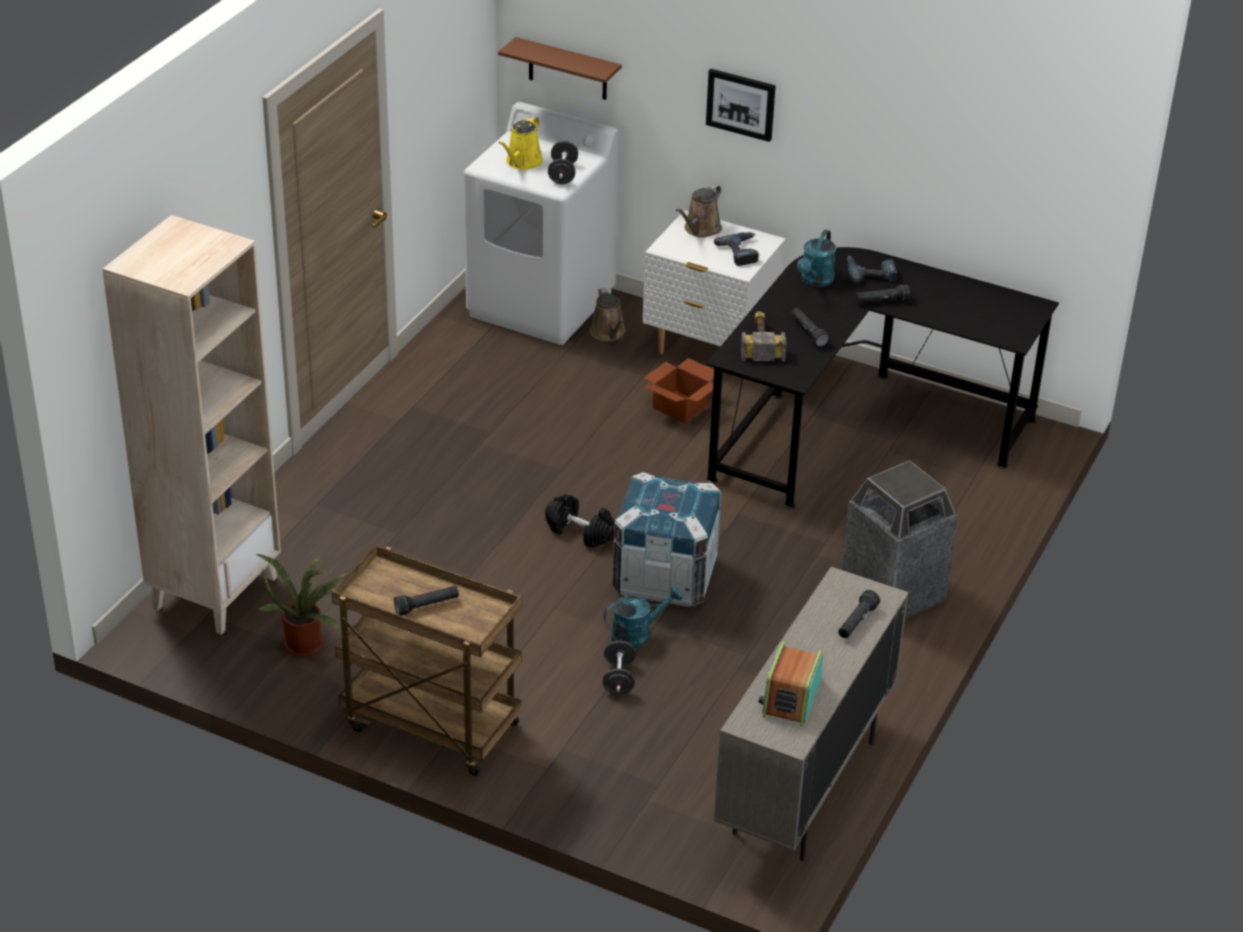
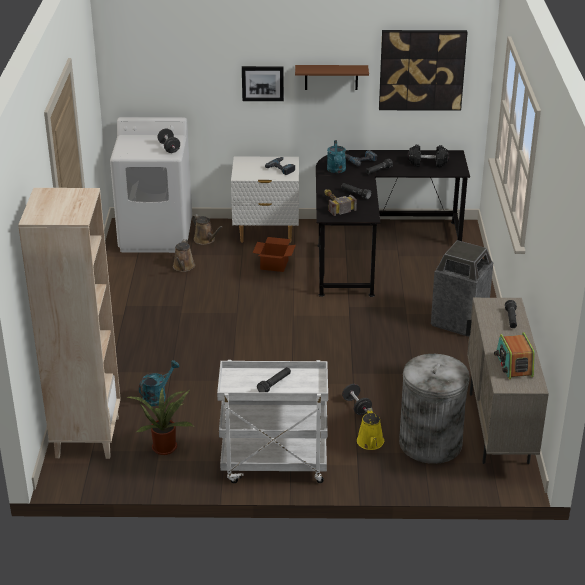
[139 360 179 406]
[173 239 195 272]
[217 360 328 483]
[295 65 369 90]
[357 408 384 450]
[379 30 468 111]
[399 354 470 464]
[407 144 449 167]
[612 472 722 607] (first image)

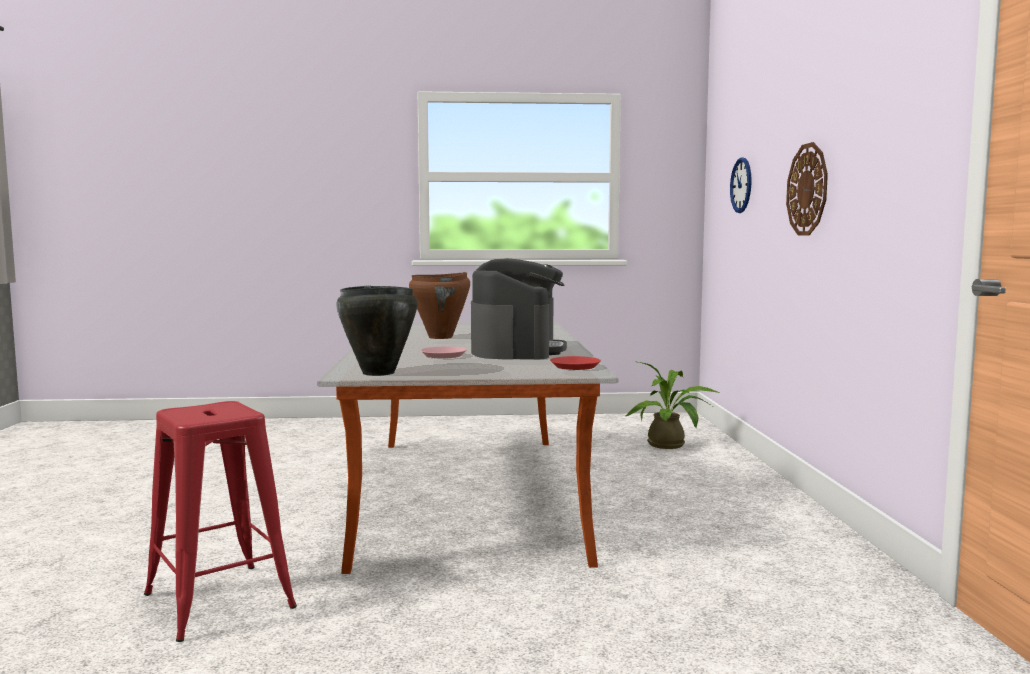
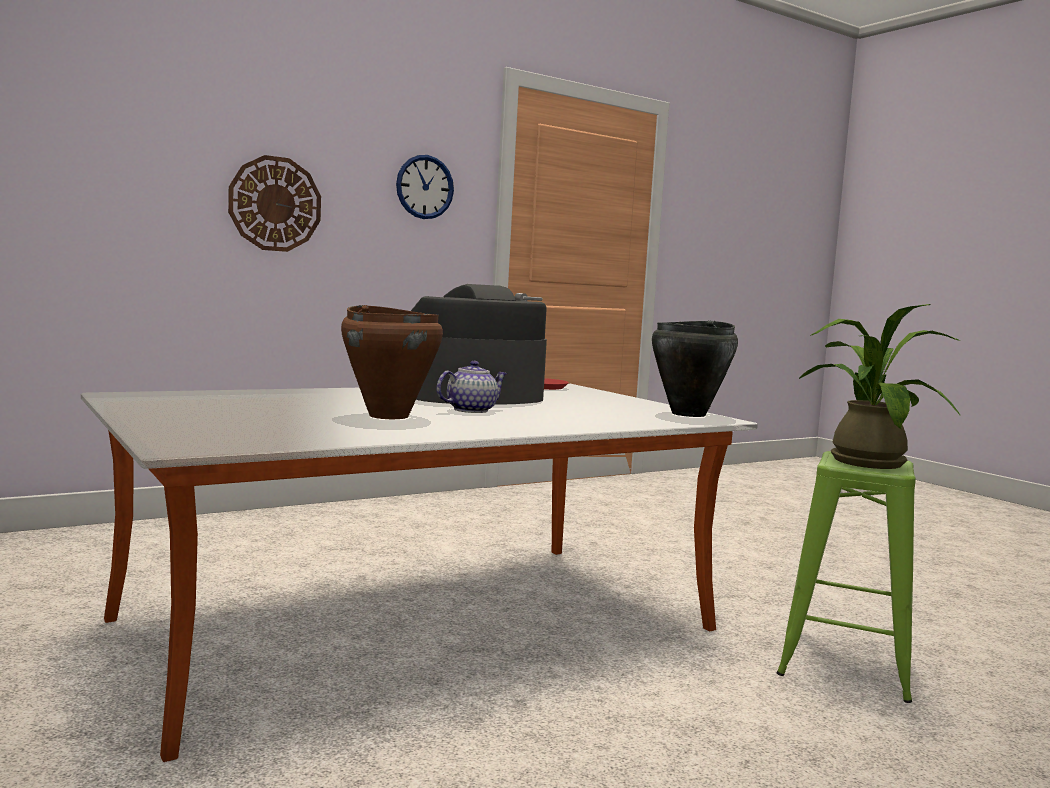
[396 155 454 219]
[436 361 507 413]
[777 451 916 703]
[799 304 961 469]
[420 346 467 358] (first image)

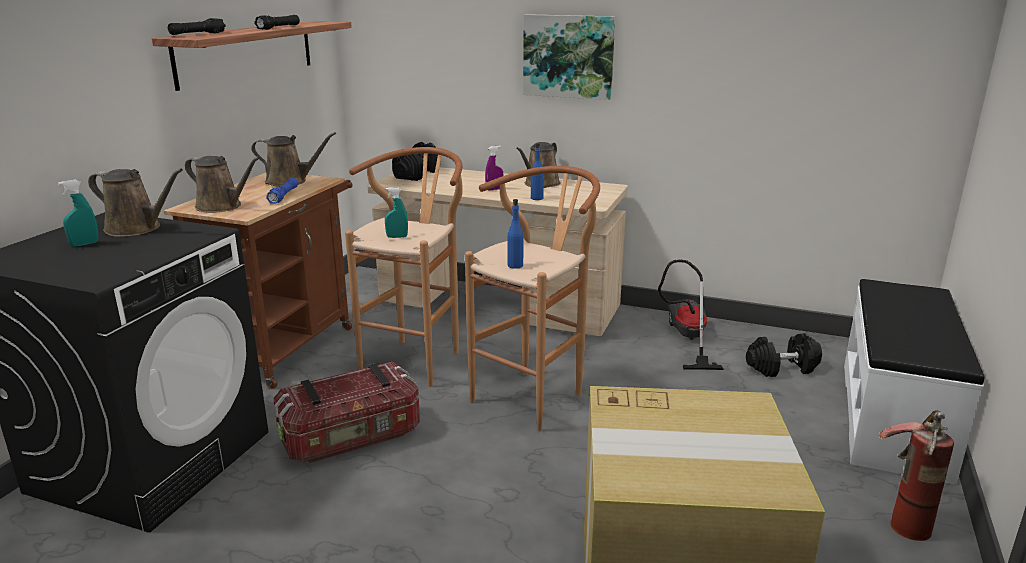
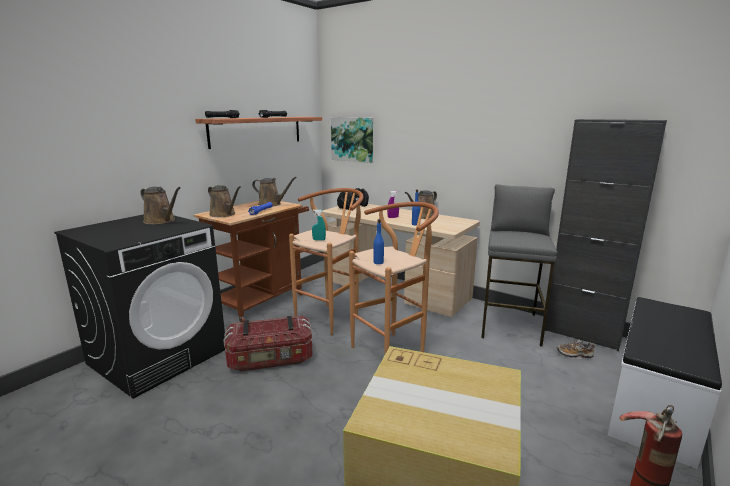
[331 117 373 163]
[481 184 557 347]
[545 119 667 351]
[557 339 595 359]
[58 180 99 247] (first image)

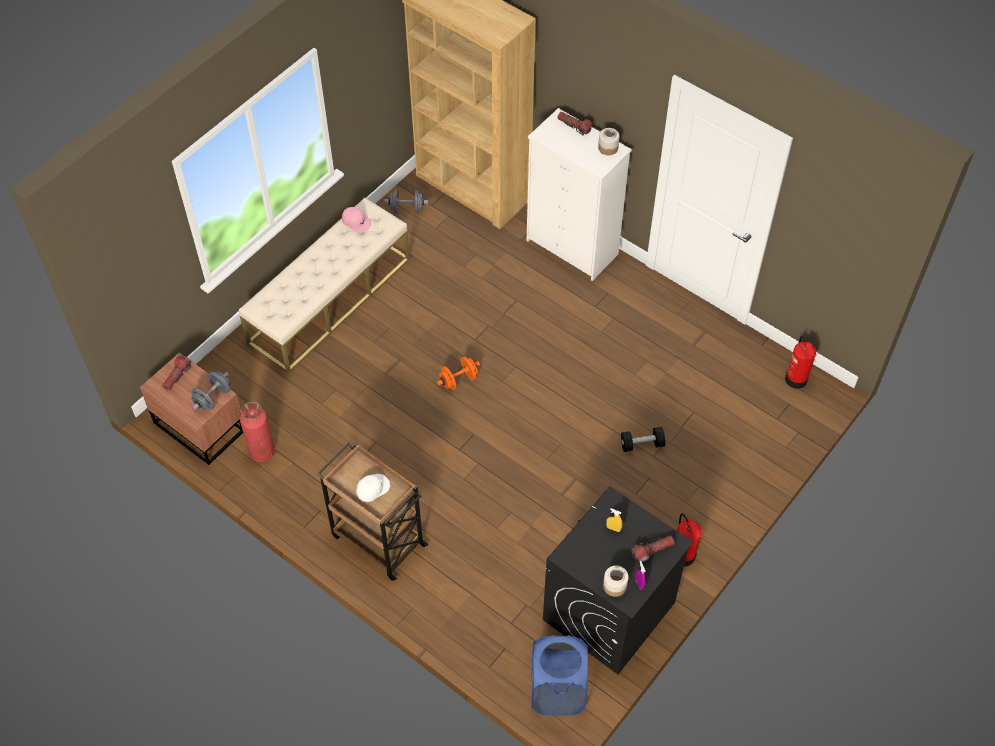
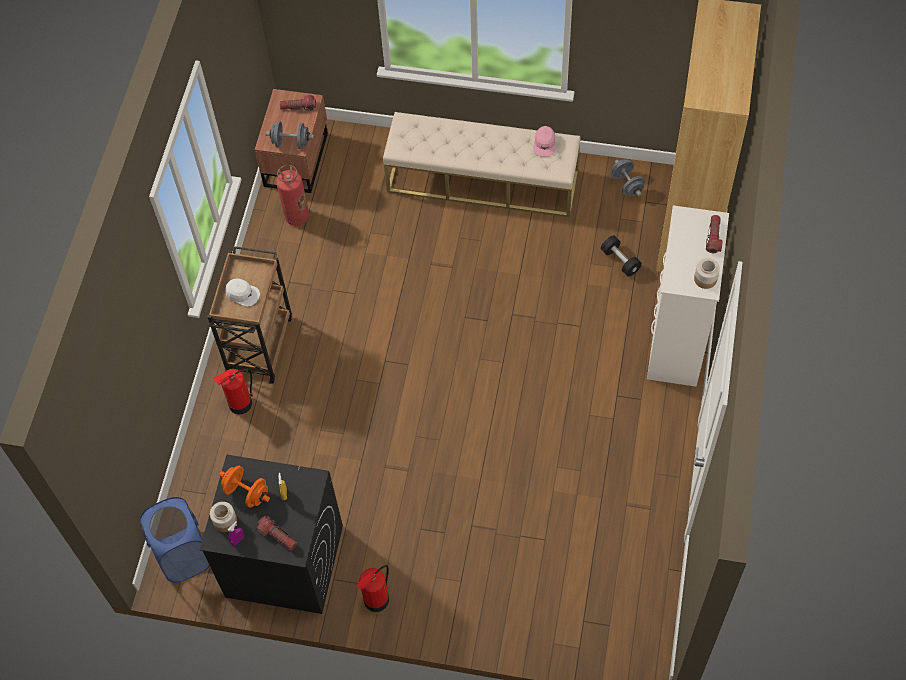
[213 369 253 414]
[219 466 270 507]
[601 235 642 277]

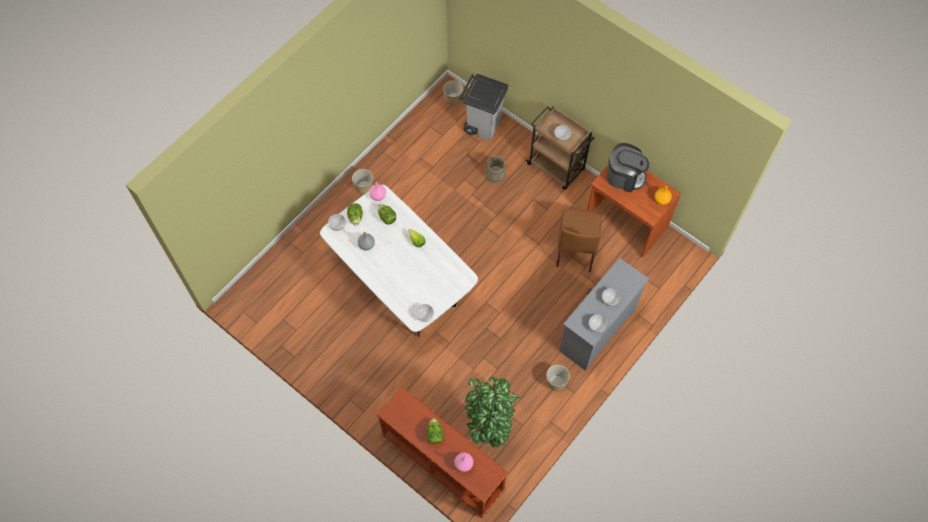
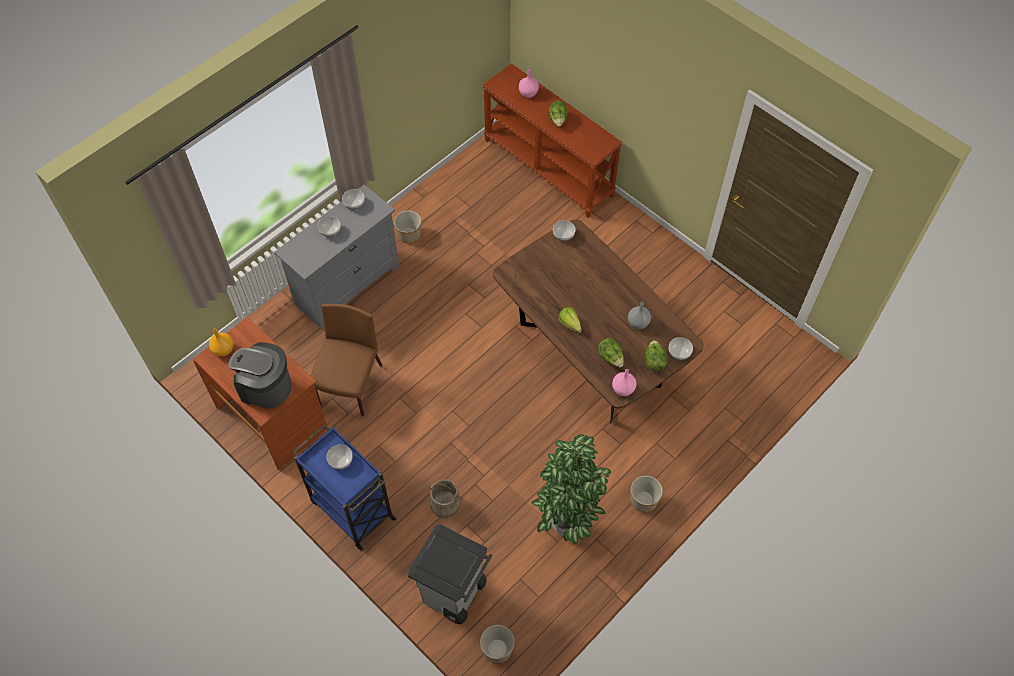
[293 425 396 551]
[493 220 703 423]
[531 434 611 545]

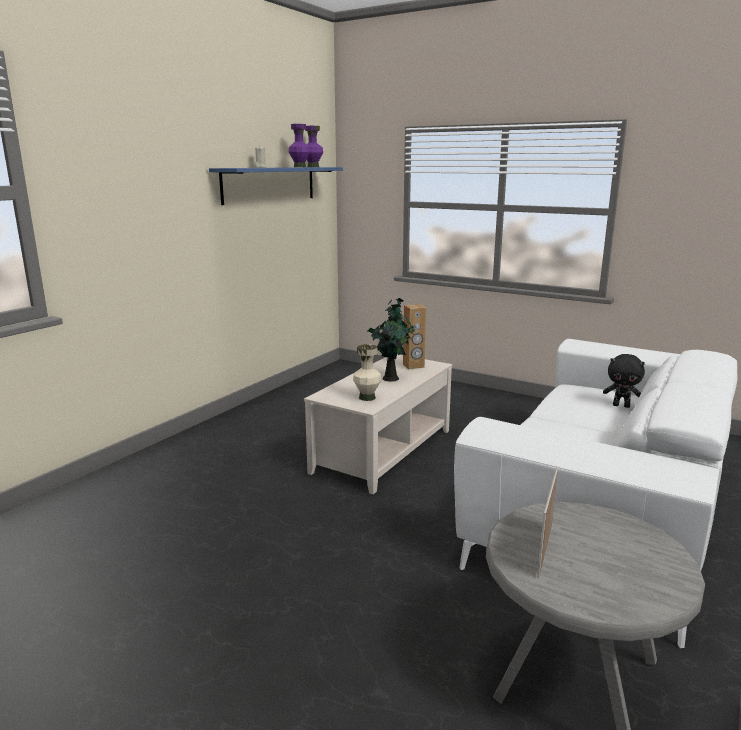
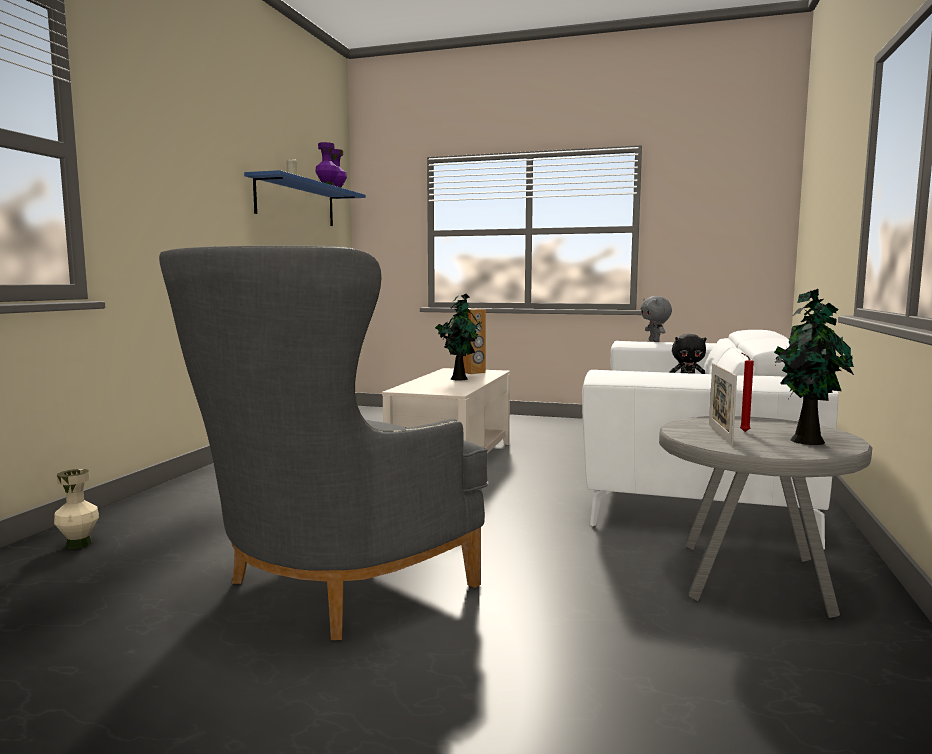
[54 469 99 549]
[159 245 488 640]
[641 296 672 342]
[740 353 754 432]
[774 289 854 445]

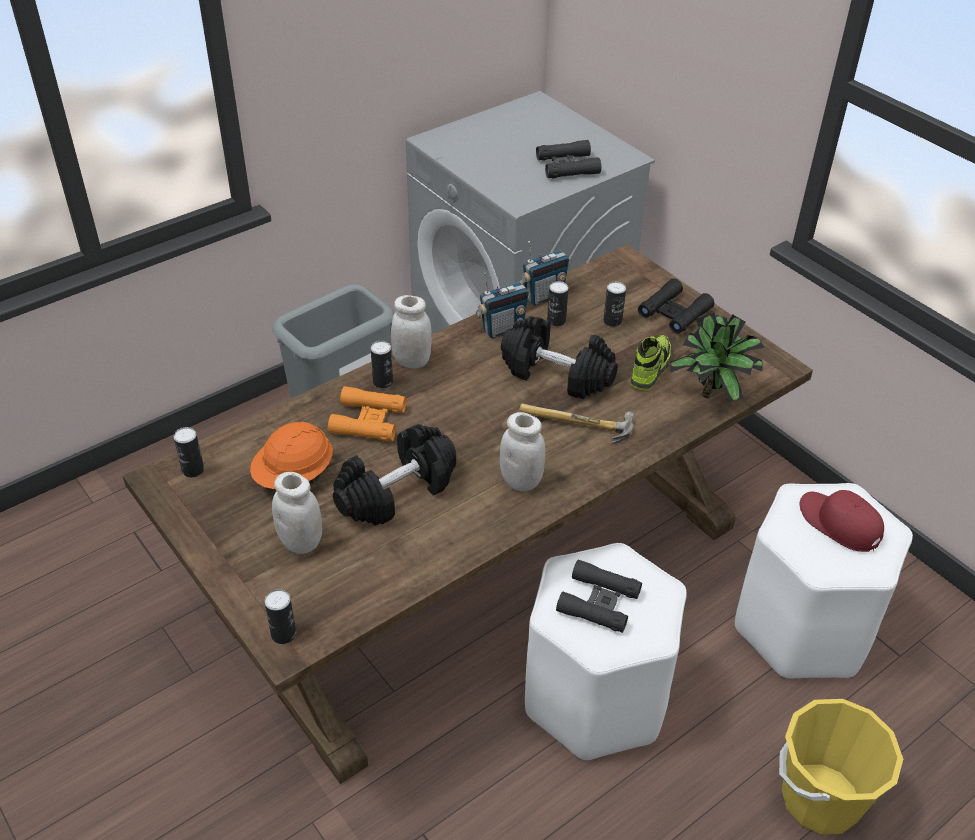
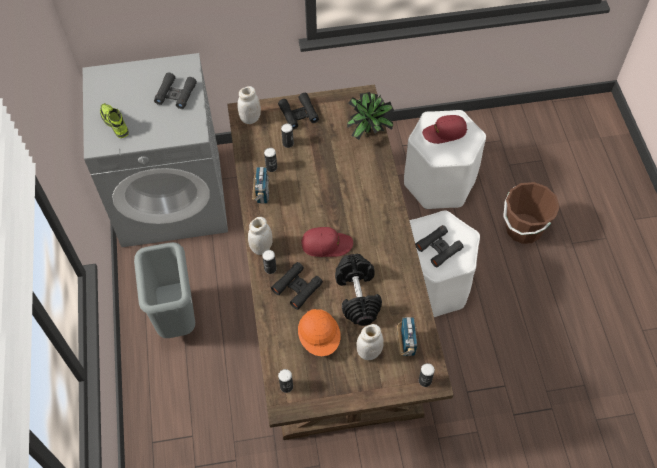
[100 103 129 138]
[237 86 261 124]
[271 262 323 310]
[301 227 353 257]
[397 317 417 356]
[503 182 560 244]
[501 316 618 399] (first image)
[519 403 634 446] (first image)

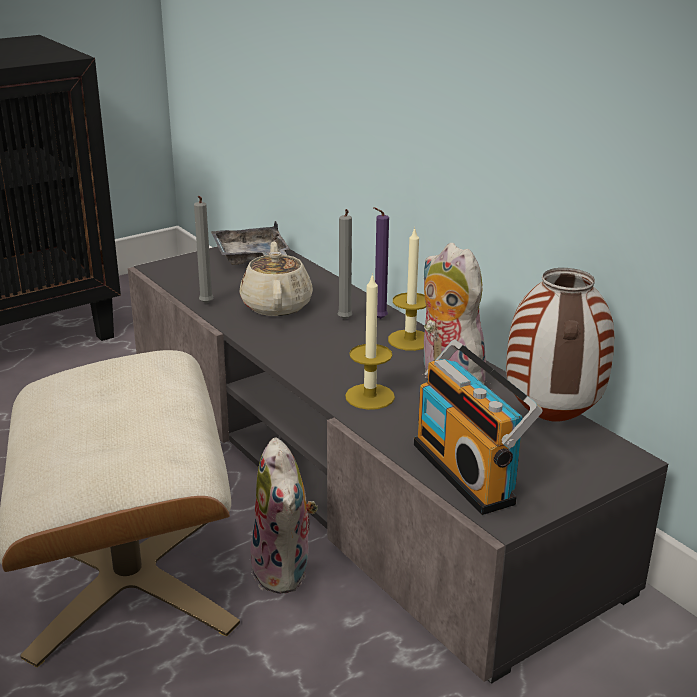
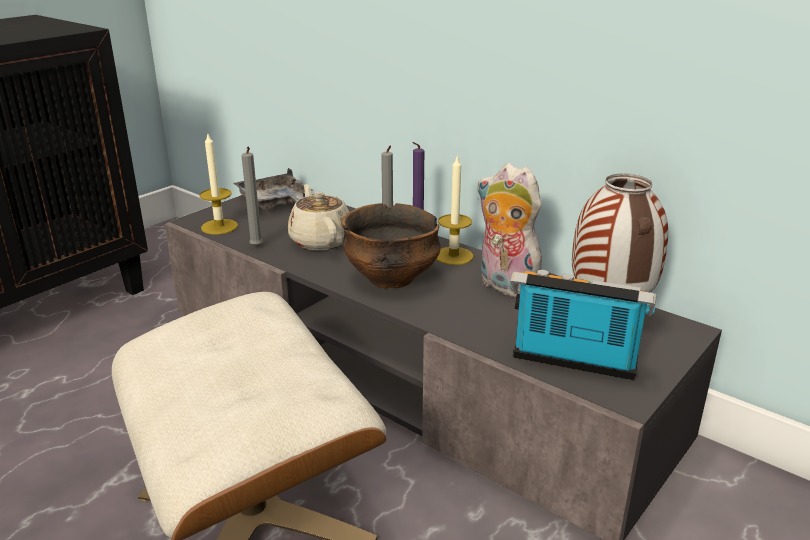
[199 132 238 234]
[341 203 441 288]
[510 270 657 380]
[248 437 318 594] (first image)

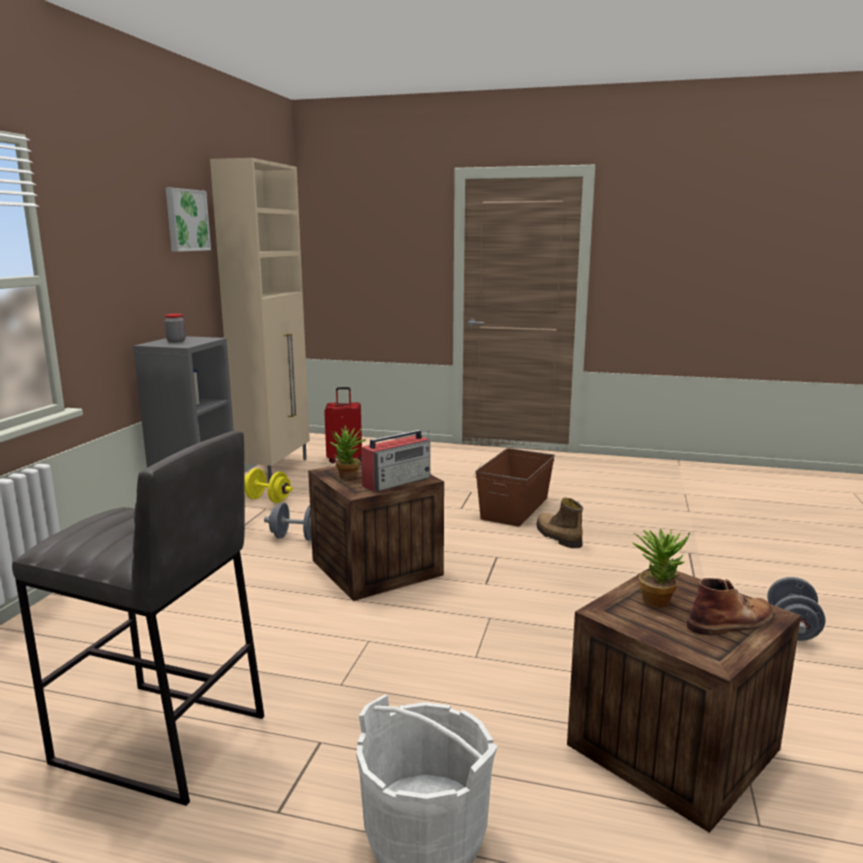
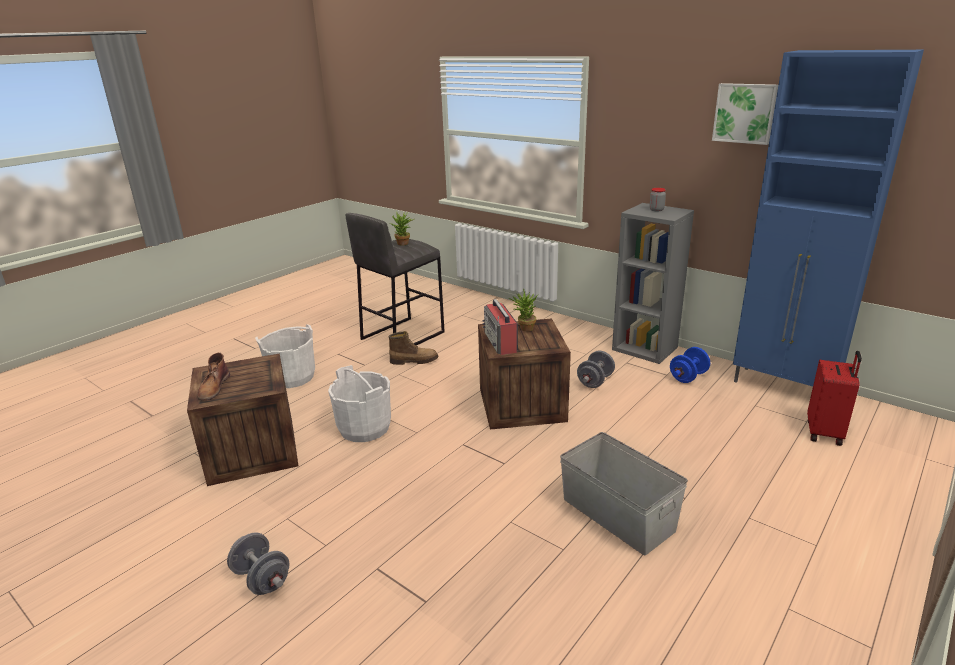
[328 365 391 442]
[389 331 438 365]
[390 211 414 246]
[560 432 688 555]
[670 347 710 383]
[733 50 924 386]

